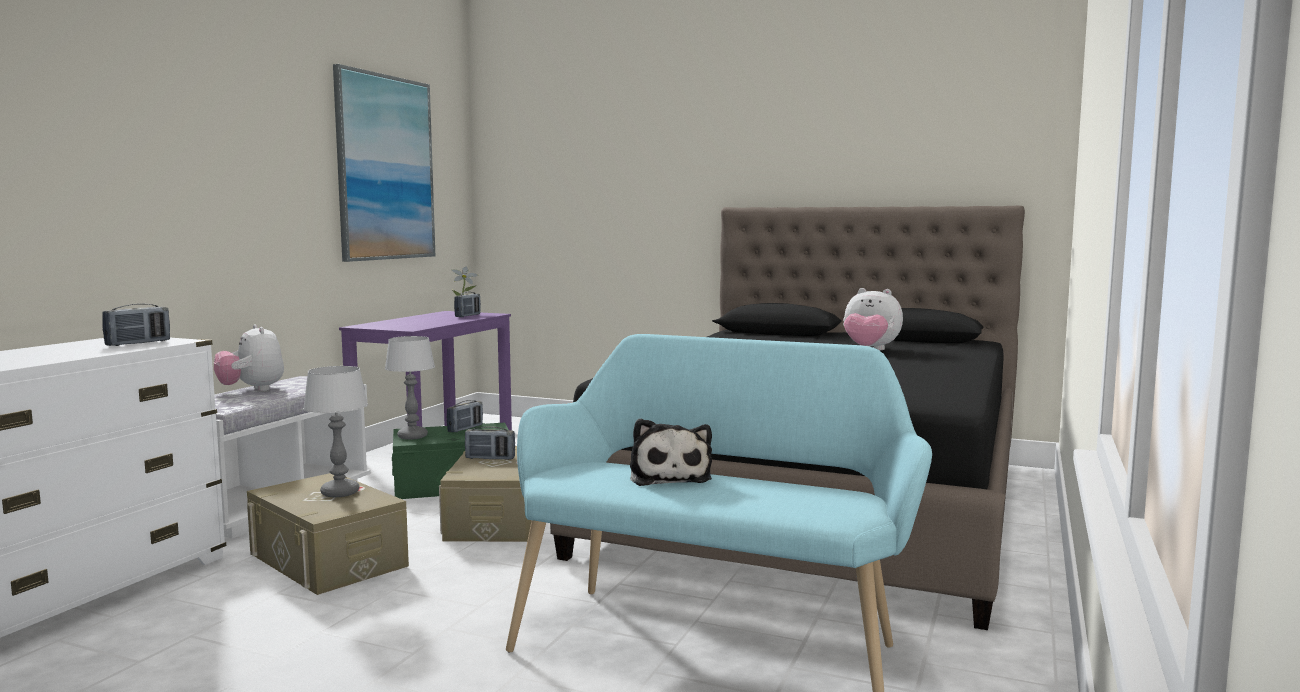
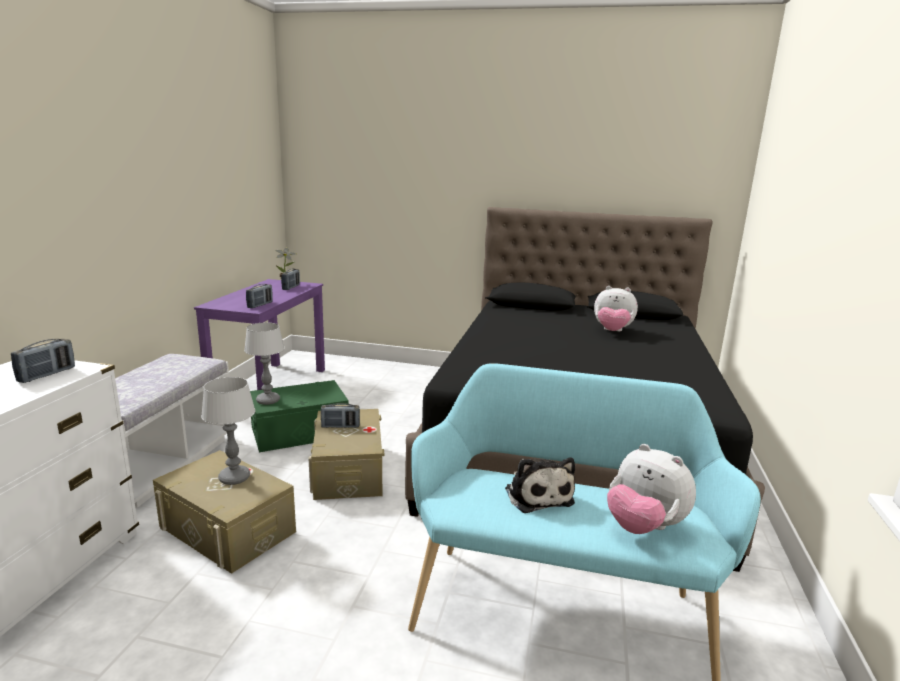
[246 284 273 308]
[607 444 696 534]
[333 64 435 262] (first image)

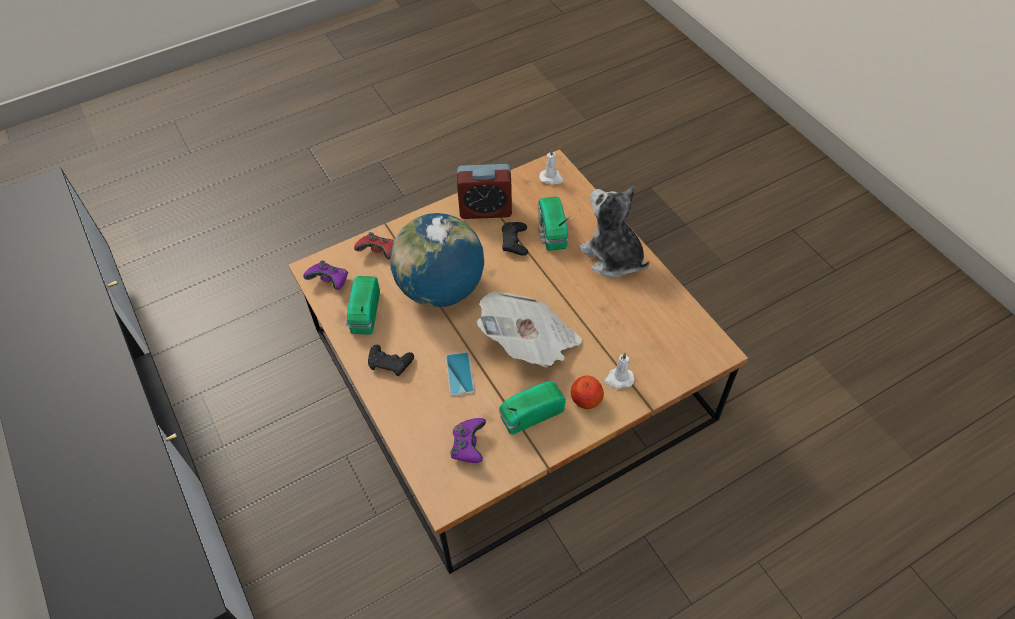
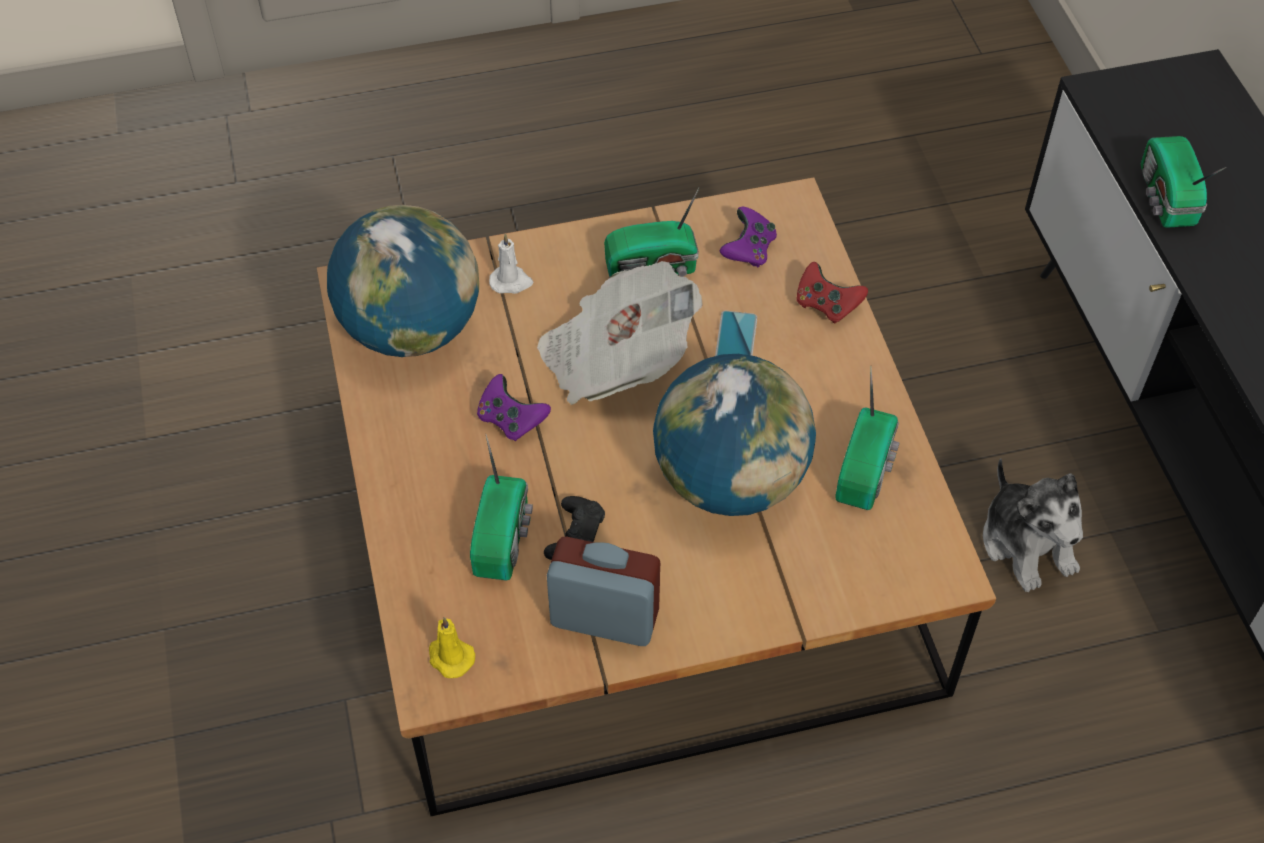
[327 205 479 357]
[429 617 475 678]
[477 374 551 441]
[796 262 868 324]
[983 458 1083 592]
[1141 136 1227 228]
[368 344 414 376] (first image)
[571 375 604 409] (first image)

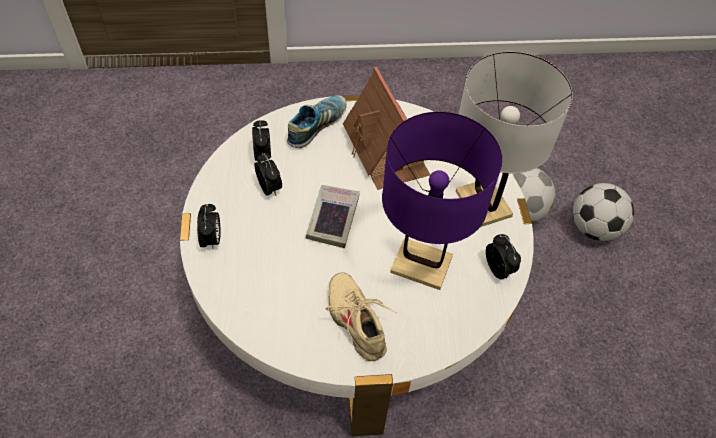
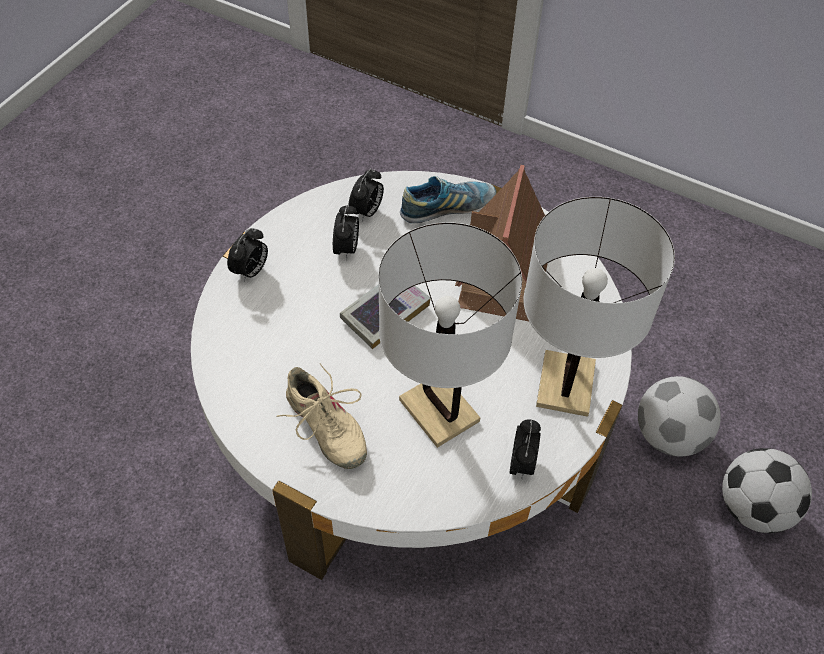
[276 363 367 469]
[378 222 522 448]

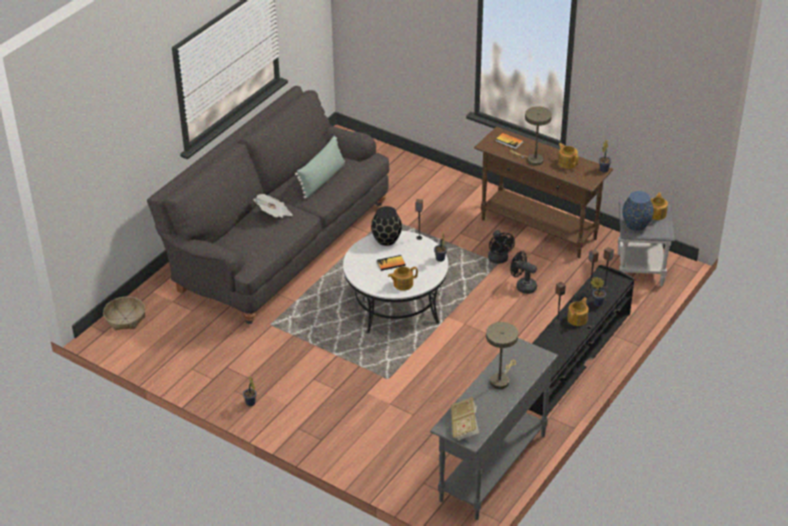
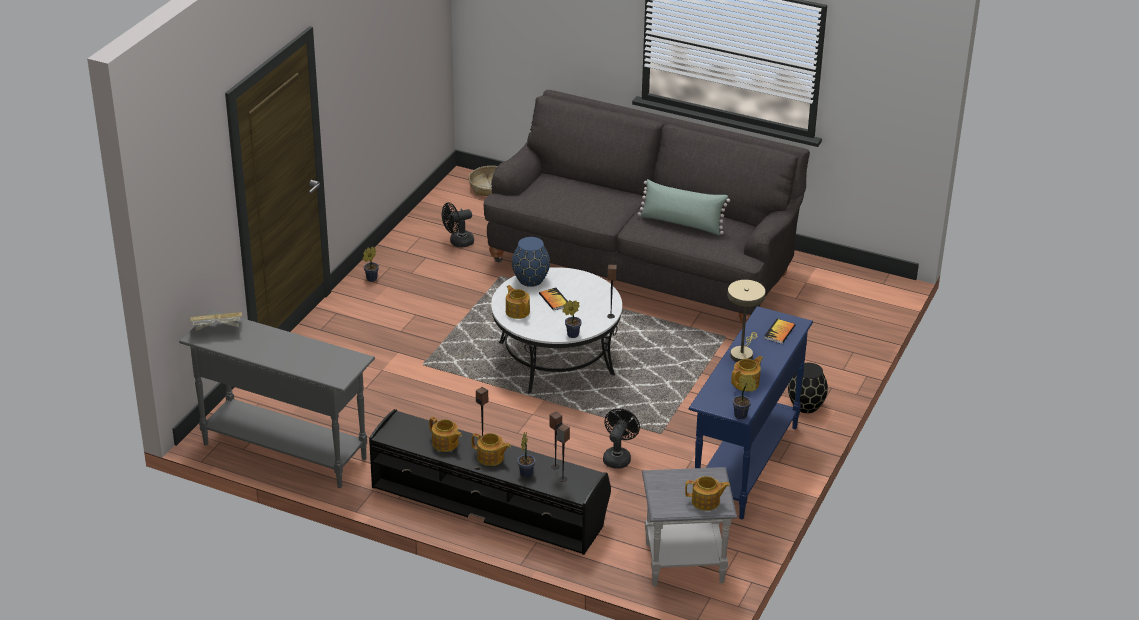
[429 417 462 452]
[442 202 474 248]
[512 237 550 287]
[689 306 813 519]
[788 363 828 413]
[253 194 293 218] (first image)
[486 322 518 389] (first image)

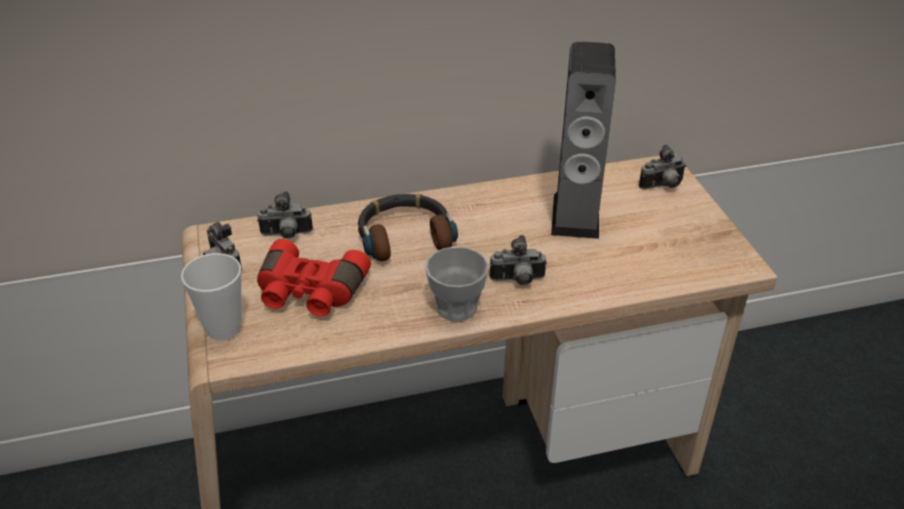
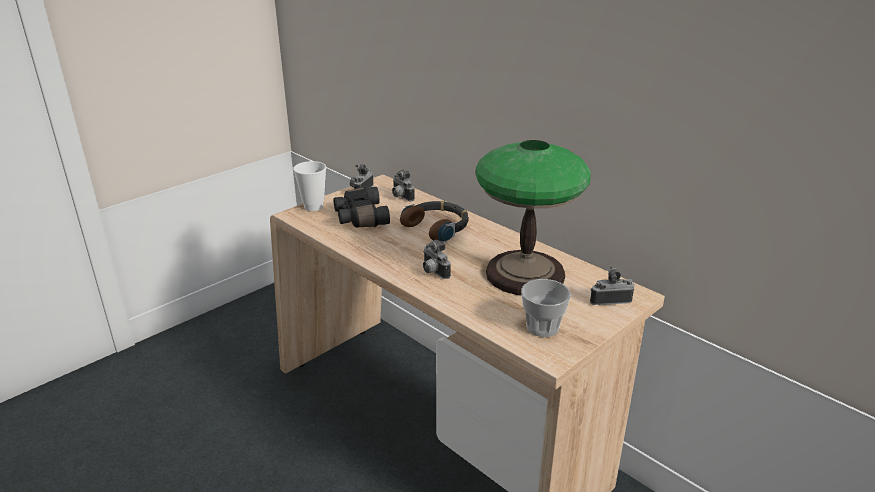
[333 187 390 227]
[475 140 591 296]
[521 279 571 337]
[590 266 634 305]

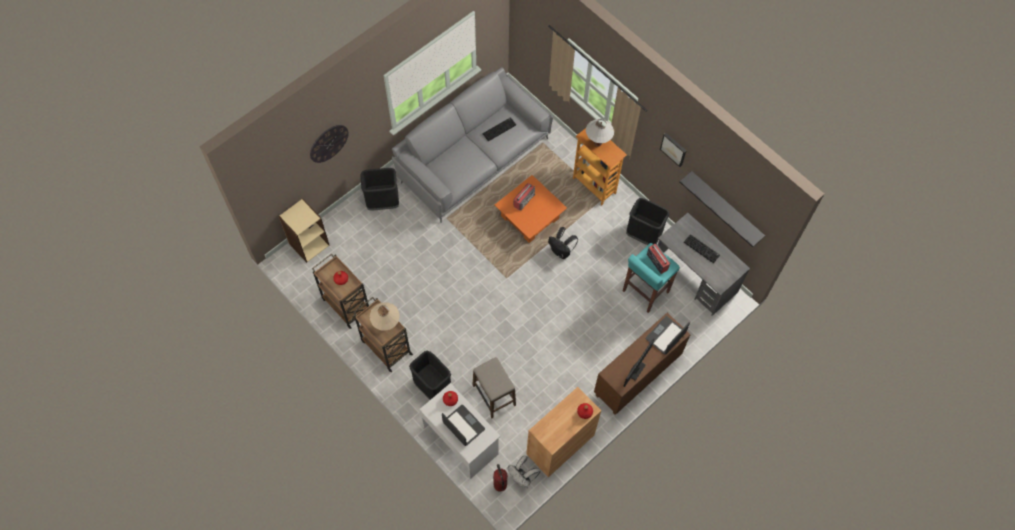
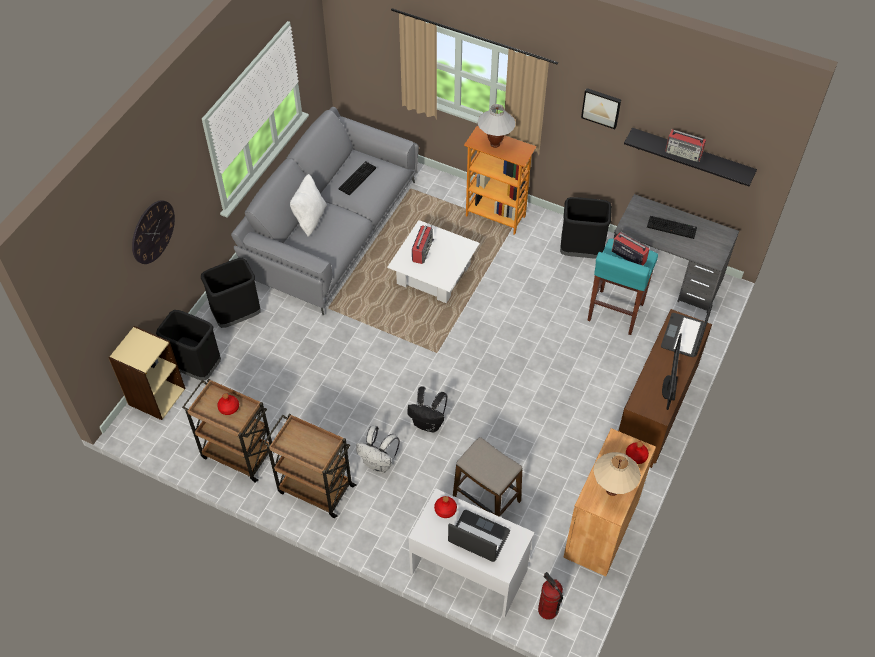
[156 310 221 381]
[290 174 327 237]
[356 426 400 474]
[387 220 480 303]
[407 386 448 432]
[593 452 641 496]
[665 130 706 162]

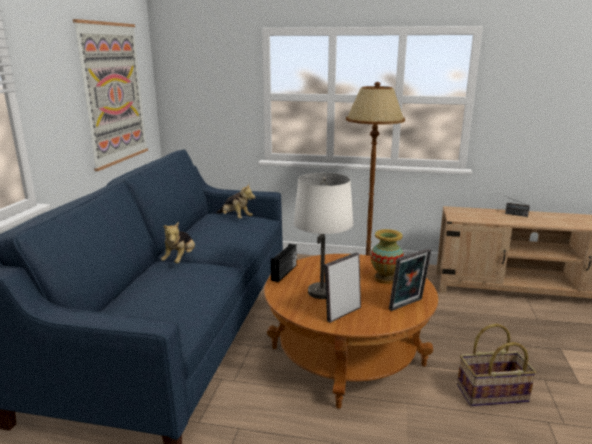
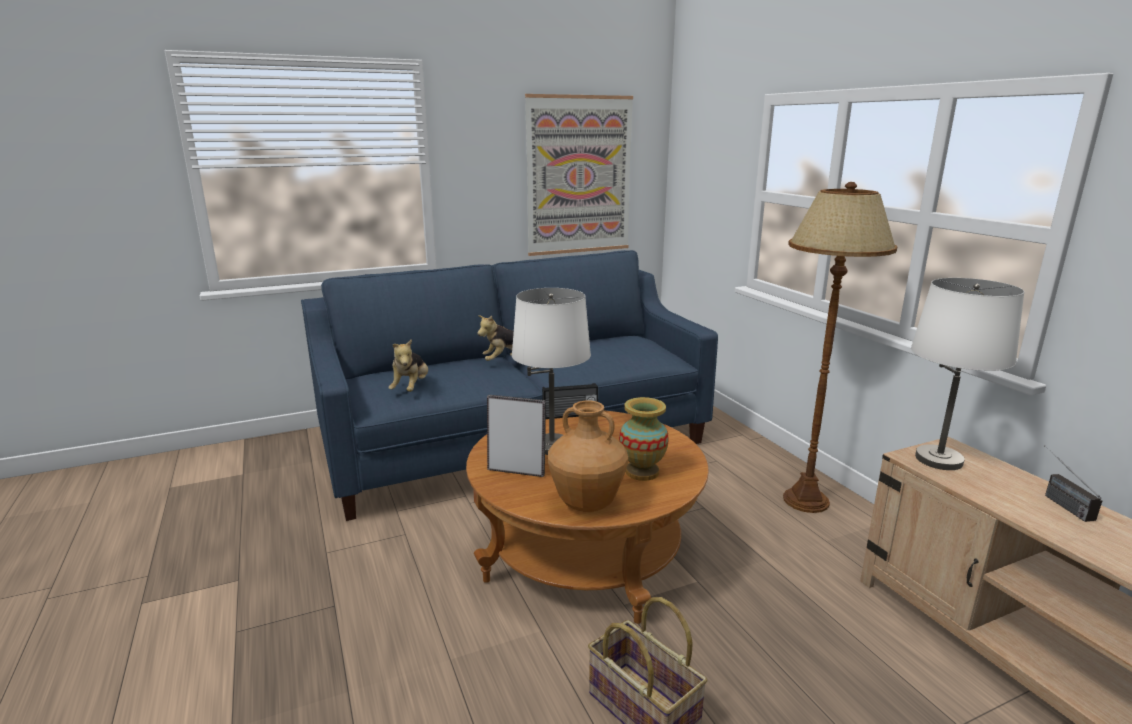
[389 339 428 392]
[548 401 628 512]
[911 278 1024 470]

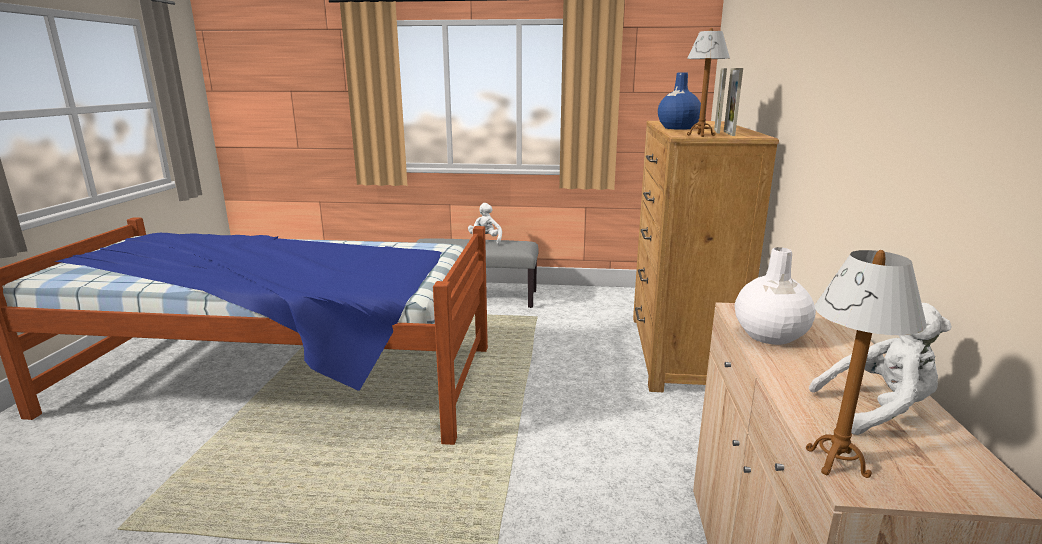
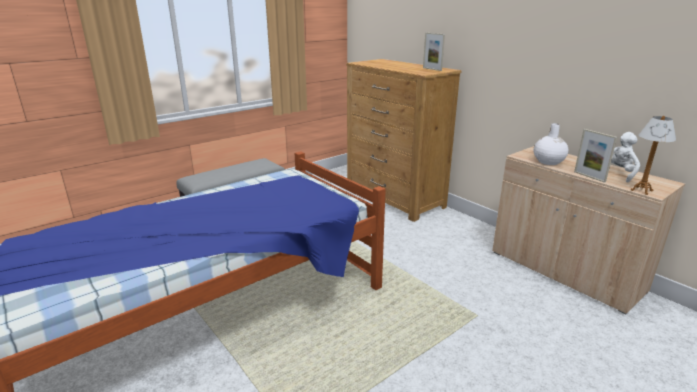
[574 129 617 183]
[468 203 502 245] (first image)
[658 73 701 130] (first image)
[687 28 730 137] (first image)

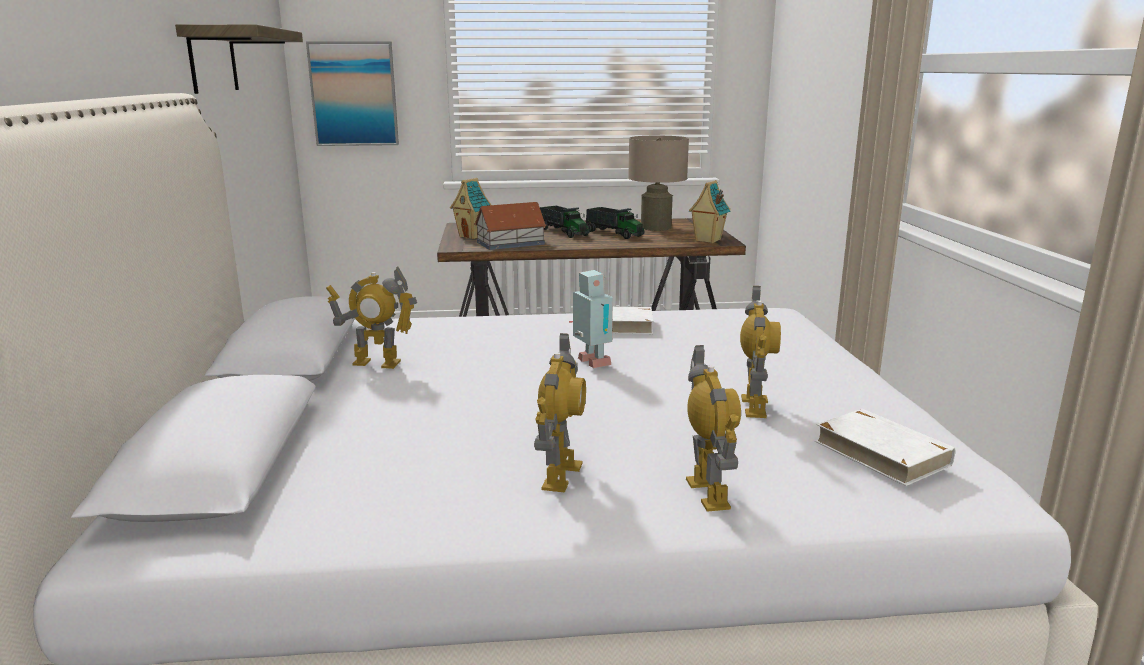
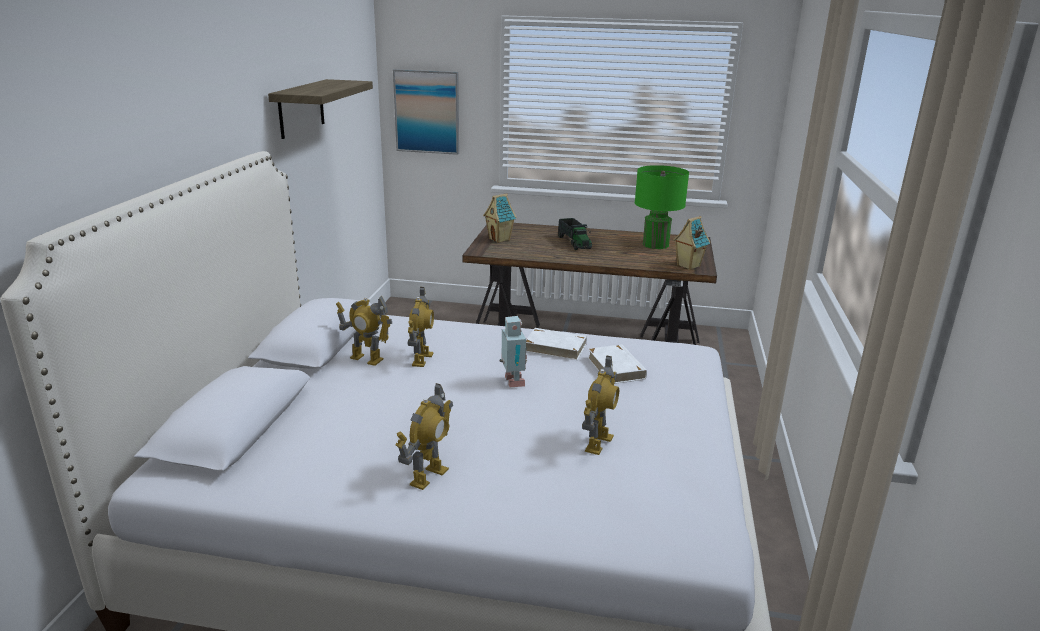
[408 287 434 367]
[587 344 647 384]
[635 165 689 249]
[474 202 547 250] (first image)
[585 207 645 239] (first image)

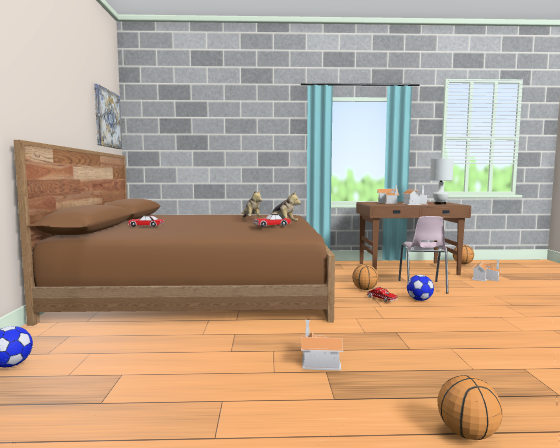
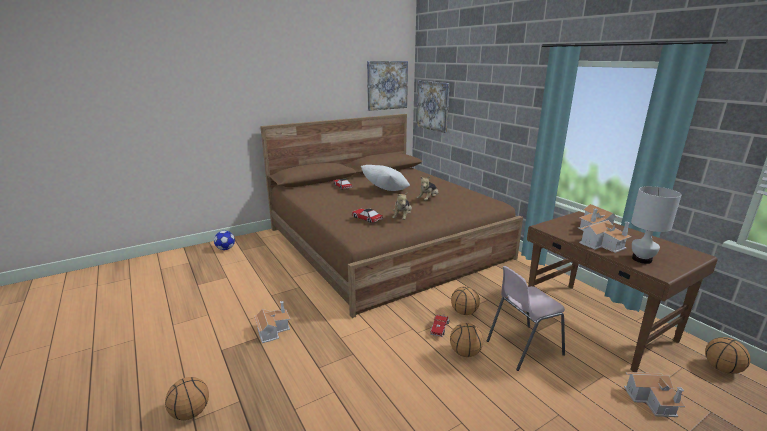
[361 165 410 191]
[417 81 450 133]
[450 323 483 357]

